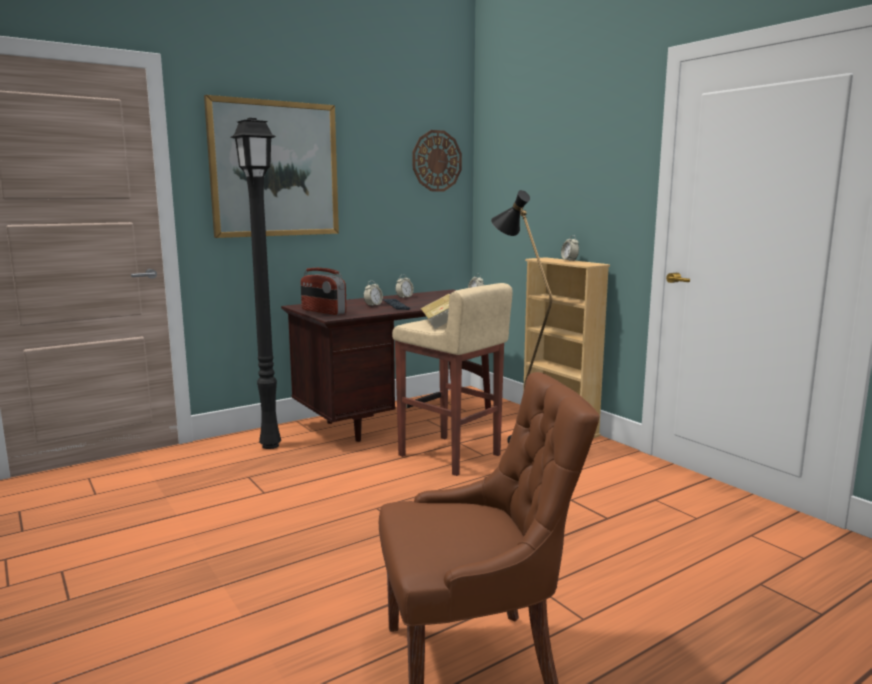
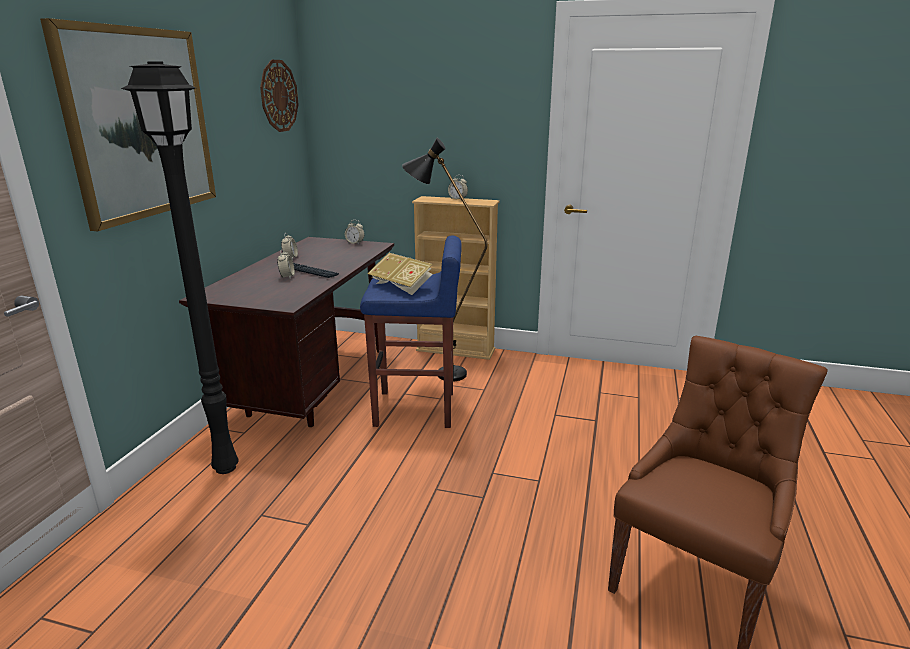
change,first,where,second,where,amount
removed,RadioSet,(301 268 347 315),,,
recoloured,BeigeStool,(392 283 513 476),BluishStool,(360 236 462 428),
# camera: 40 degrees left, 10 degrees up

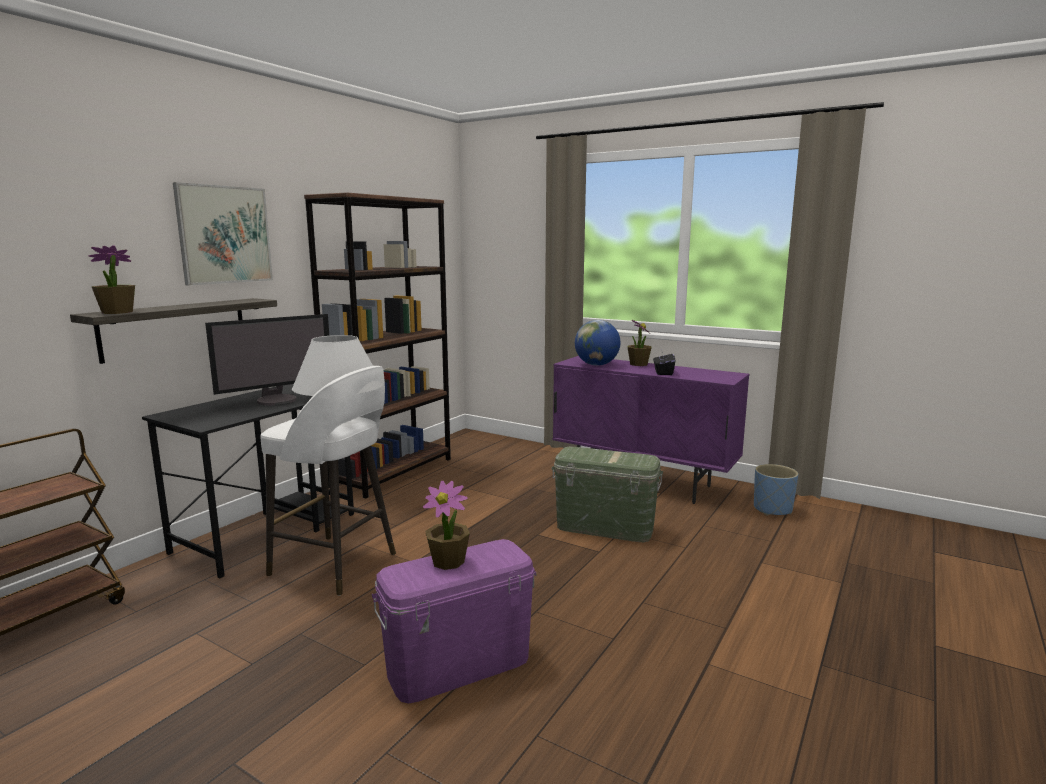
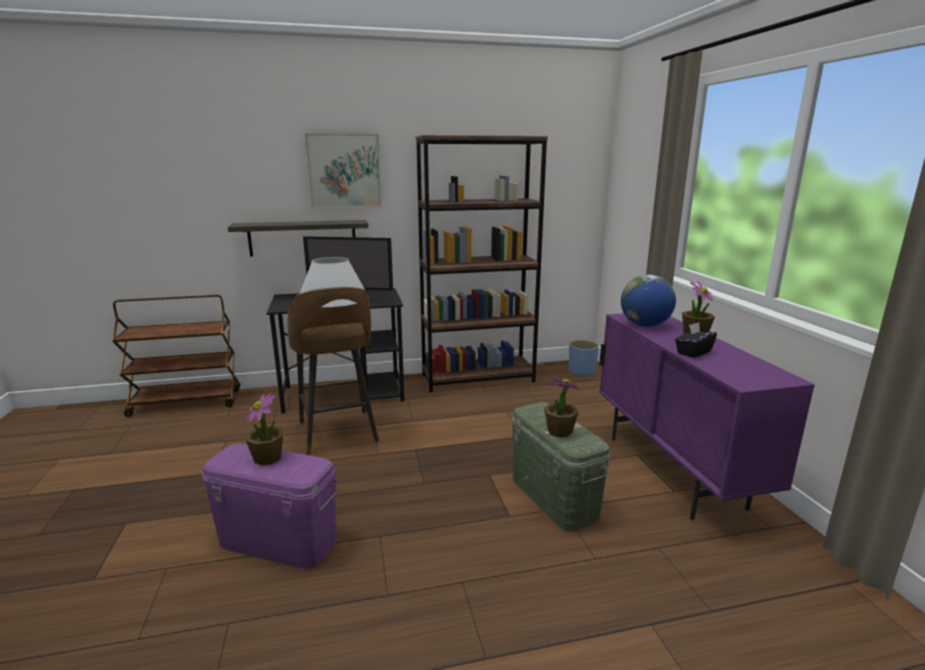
change,first,where,second,where,amount
moved,PlantInAPot,(89 245 135 314),,(544 379 580 437),
recoloured,WhiteStool,(261 366 396 596),BrownColouredStool,(288 287 379 455),
moved,BluishPlanter,(754 464 798 516),,(569 340 599 377),
# camera: 45 degrees right, 5 degrees up

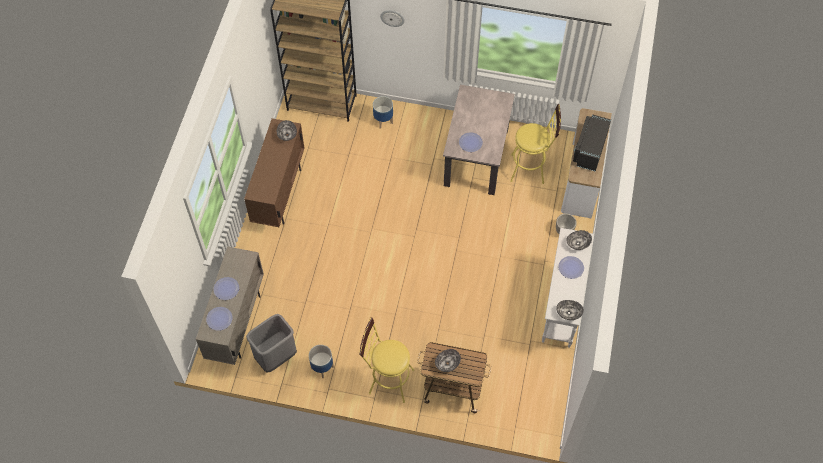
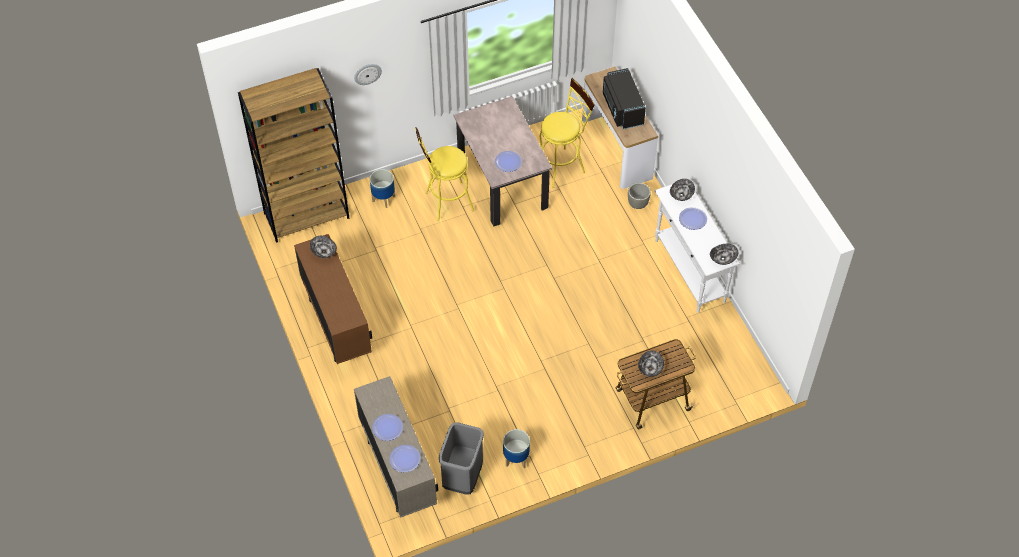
change,first,where,second,where,amount
moved,YellowishStool,(359 317 414 403),,(415 127 474 221),
# camera: 35 degrees left, 5 degrees down

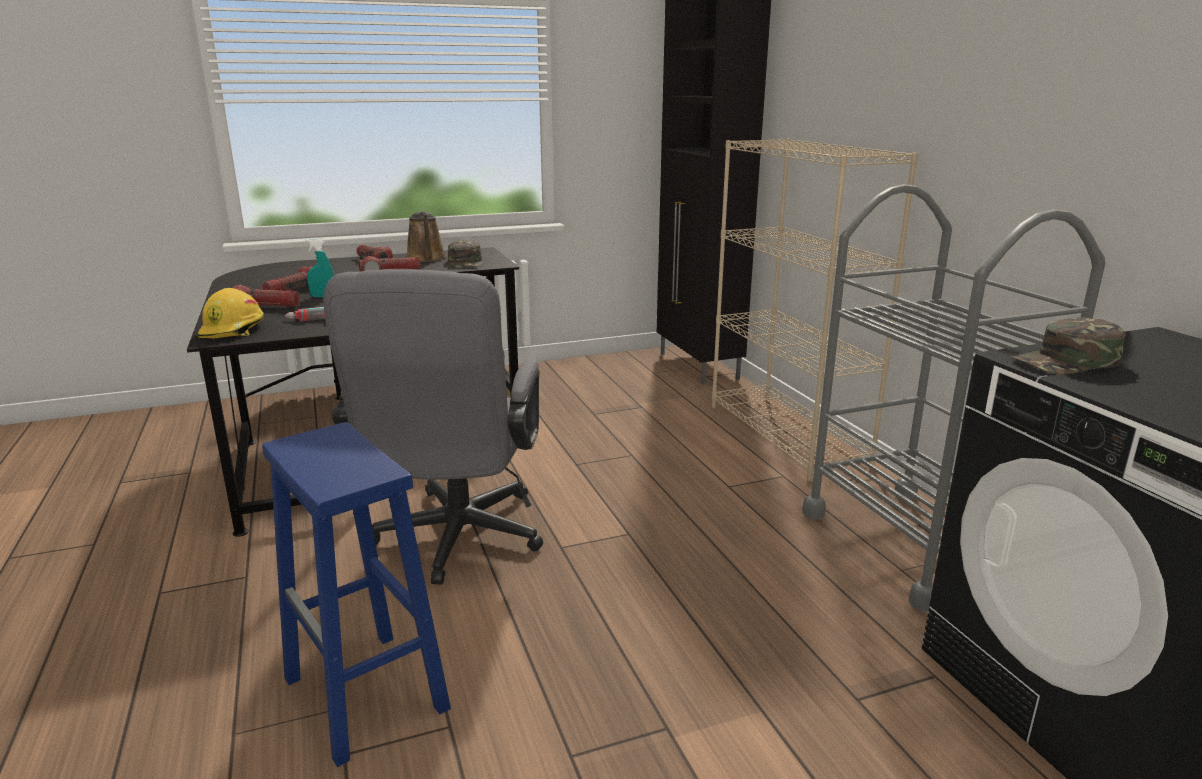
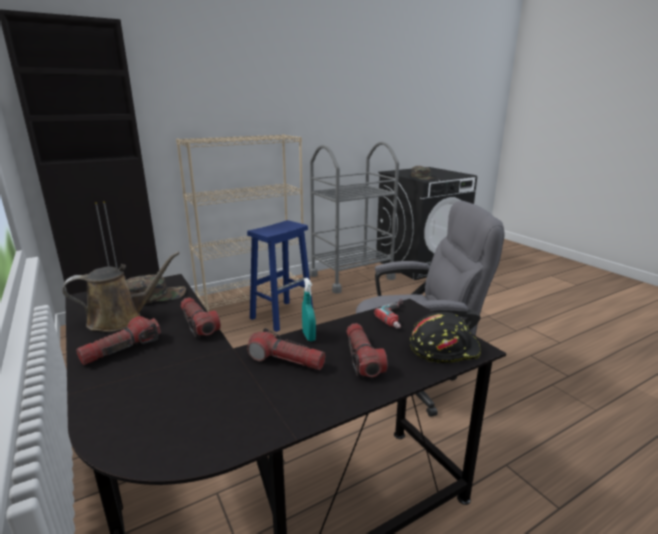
change,first,where,second,where,amount
recoloured,YellowishSafetyHelmet,(198 288 264 338),BlackSafetyHelmet,(410 312 480 363),
moved,BluishStool,(262 422 451 767),,(247 220 313 332),
# camera: 100 degrees left, 0 degrees up

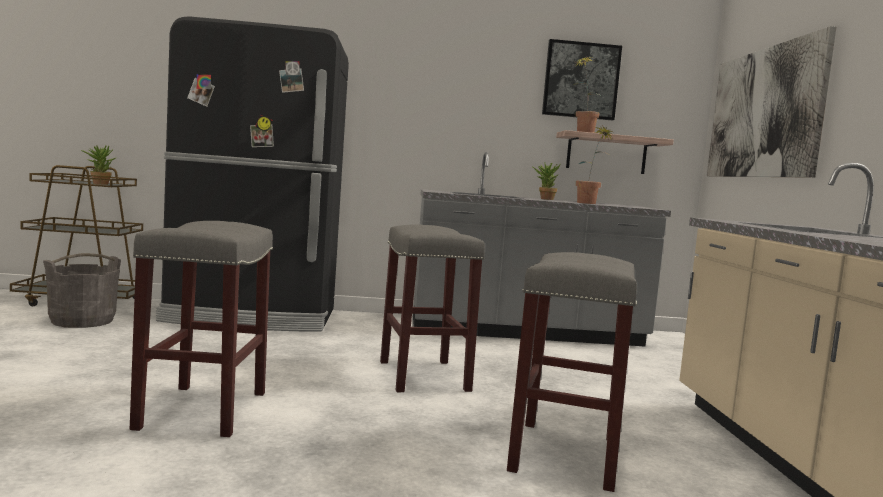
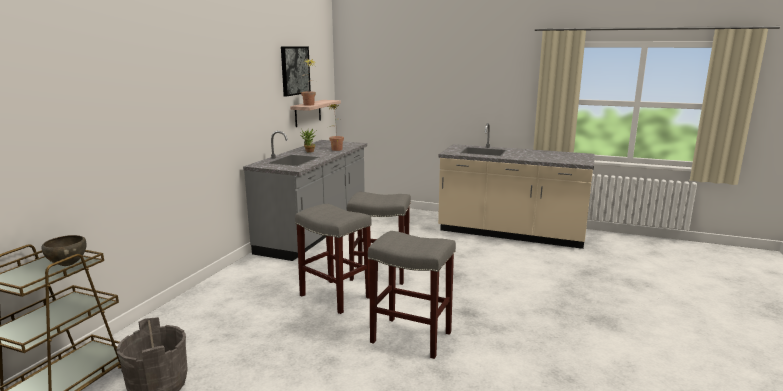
change,first,where,second,where,amount
removed,BlackKitchenFridge,(156 16 349 331),,,
removed,WallArt,(707 26 837 178),,,
replaced,PlantInAPot,(81 145 117 185),BrownColouredServingBowl,(42 235 87 266),
moved,GrayStool,(507 252 637 492),,(295 204 372 314),
# camera: 65 degrees left, 10 degrees up

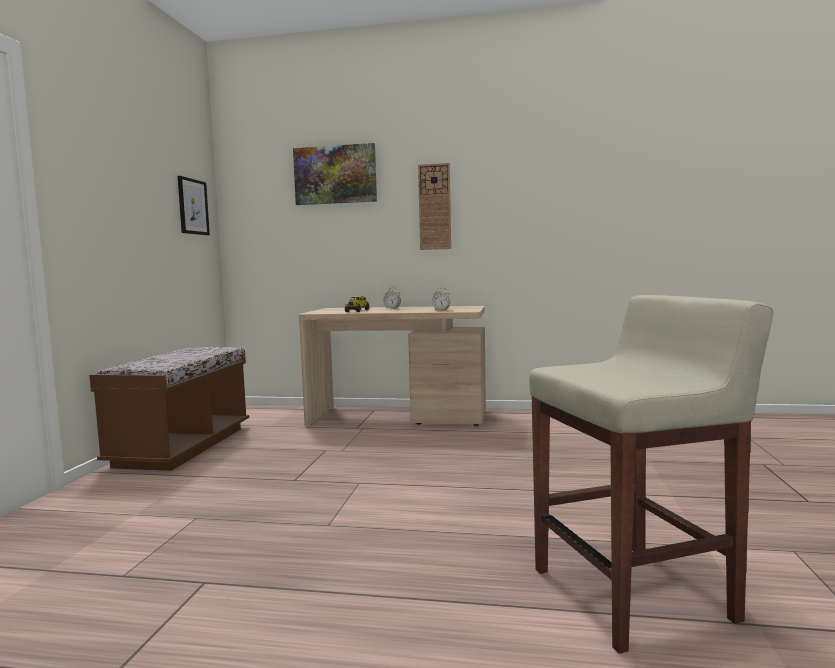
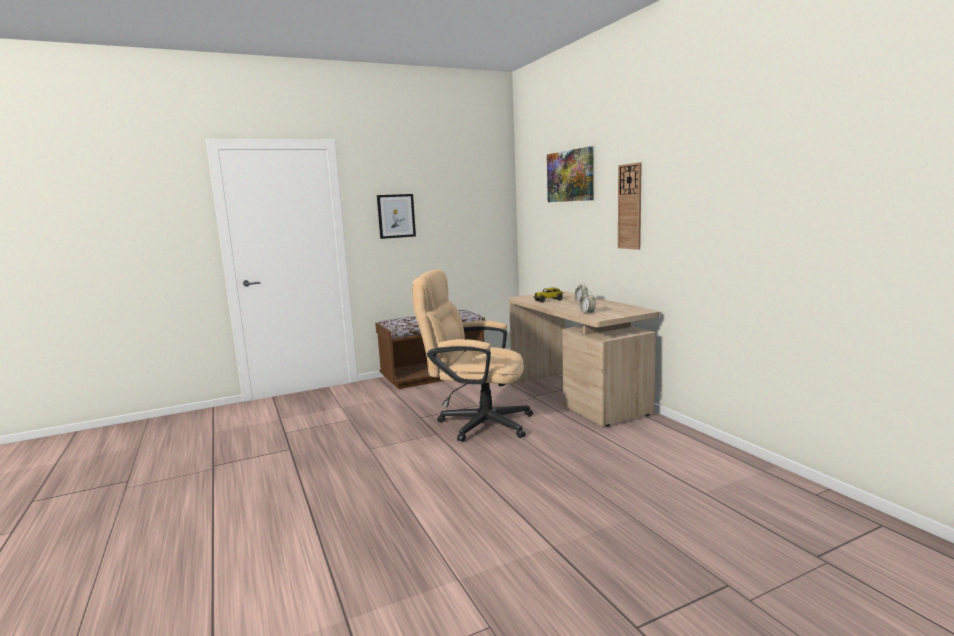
change,first,where,second,where,amount
moved,WallArt,(178 176 210 235),,(377 194 416 239),
removed,BeigeStool,(529 295 774 654),,,
added,,,BeigeComputerChair,(412 270 533 442),
# camera: 55 degrees right, 5 degrees up

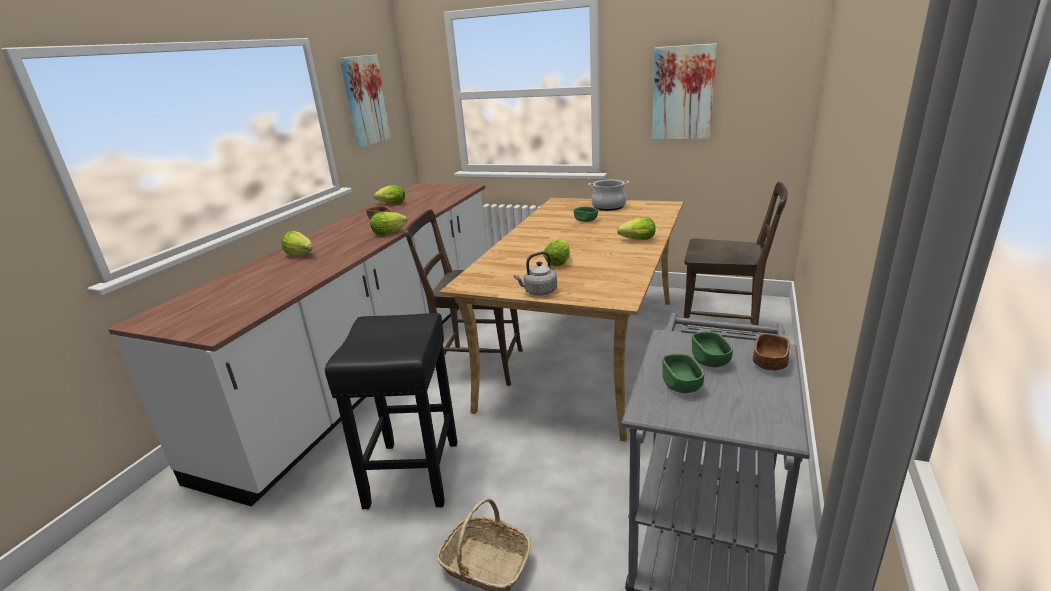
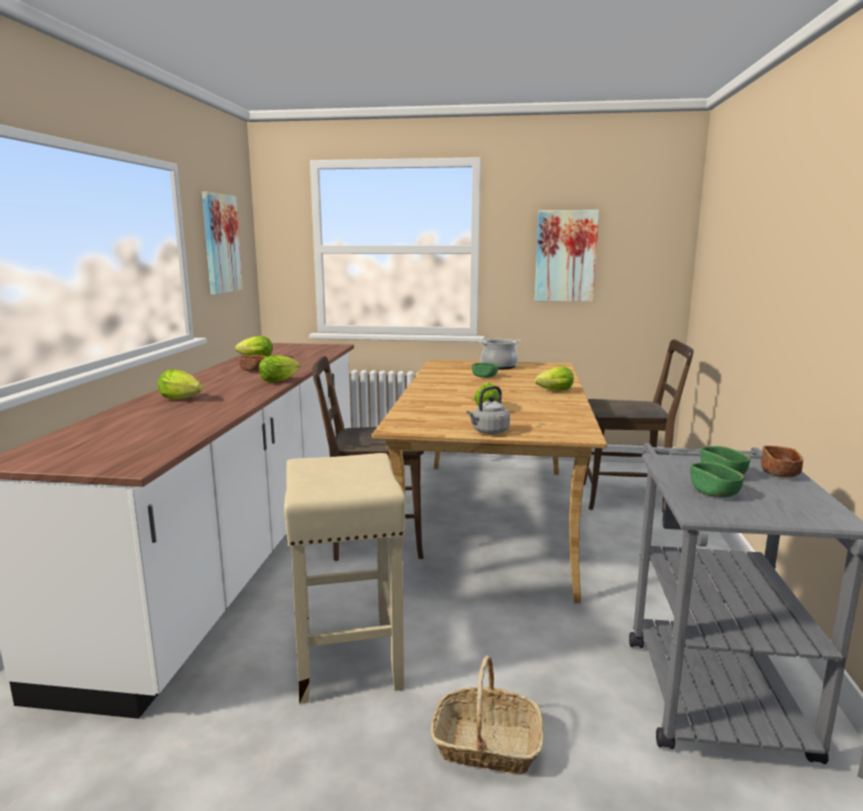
change,first,where,second,where,amount
recoloured,BlackStool,(325 313 457 509),BeigeStool,(284 453 405 704),
# camera: 15 degrees left, 10 degrees down

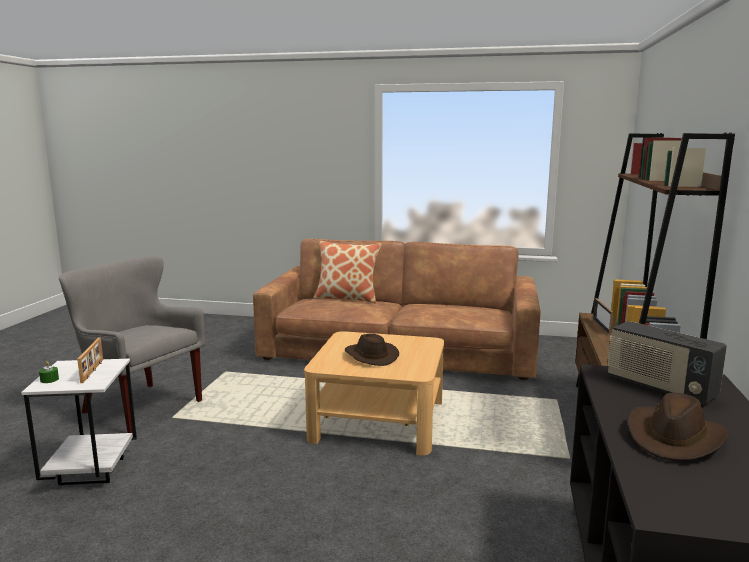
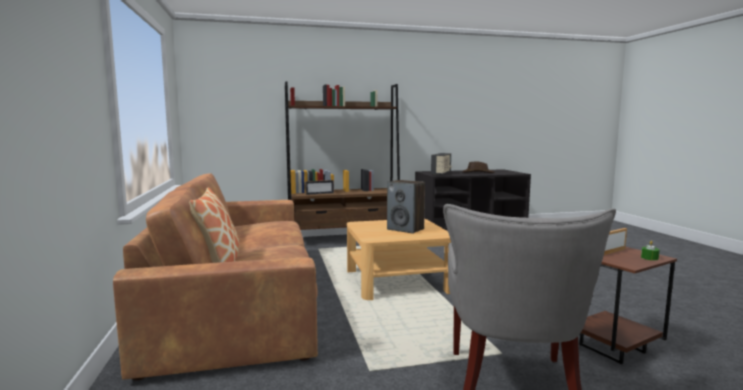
change,first,where,second,where,amount
replaced,BrownColouredWearableHat,(345 334 399 366),Loudspeaker,(387 180 425 234),
recoloured,WhiteEndTable,(21 359 137 485),BrownColouredEndTable,(579 247 677 364),
# camera: 115 degrees left, 5 degrees down

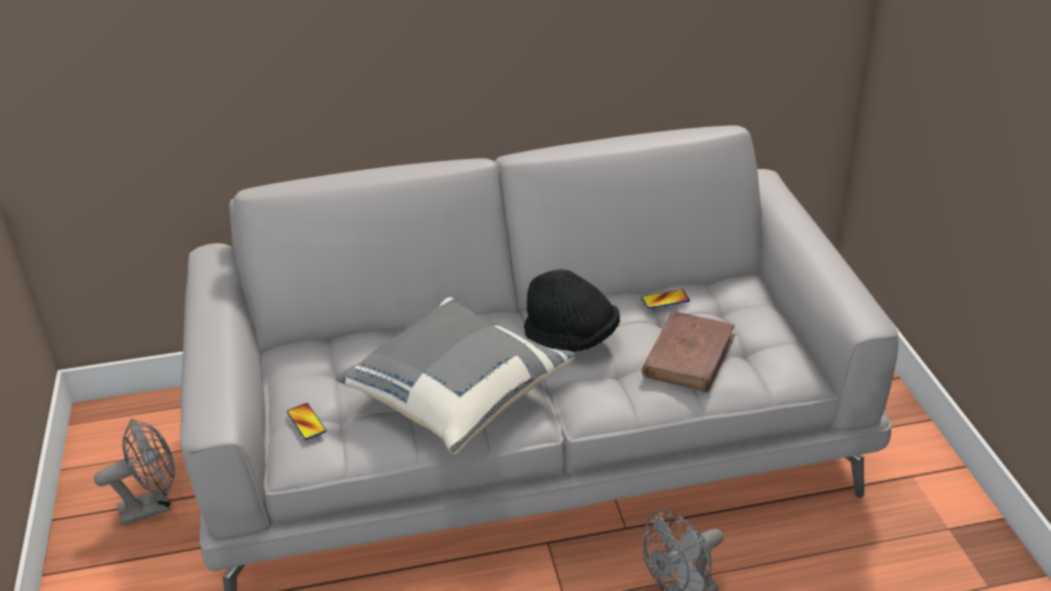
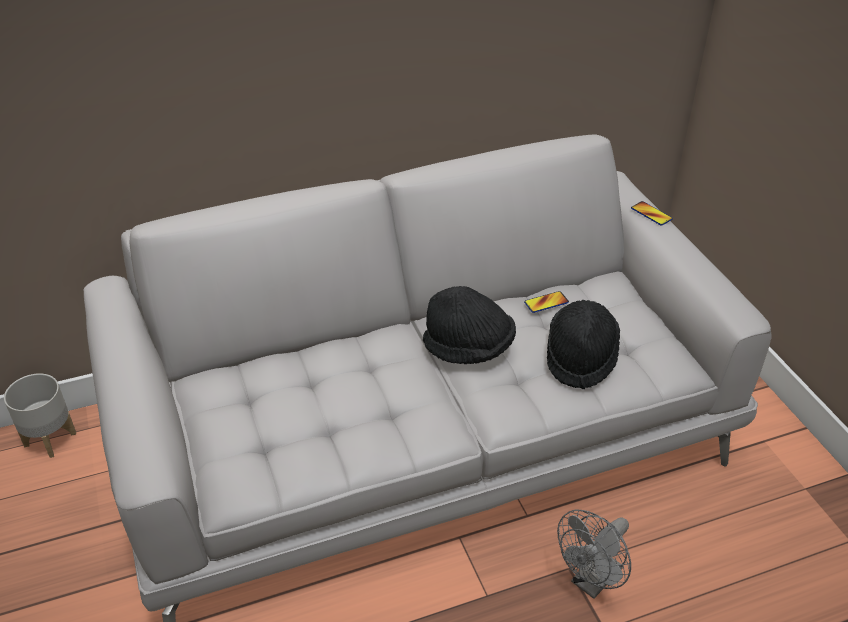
change,first,where,second,where,amount
removed,GrayCushion,(336 297 575 454),,,
replaced,BrownColouredVolume,(642 311 735 393),BlackWearableHat,(547 300 620 389),
moved,Phone,(287 403 326 440),,(631 201 673 226),
removed,GrayFan,(94 419 175 526),,,
added,,,GrayPlanter,(4 373 76 458),
# camera: 10 degrees left, 5 degrees up

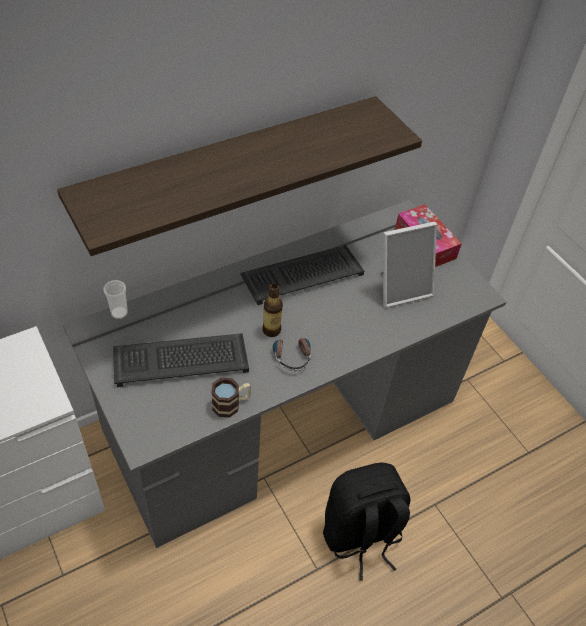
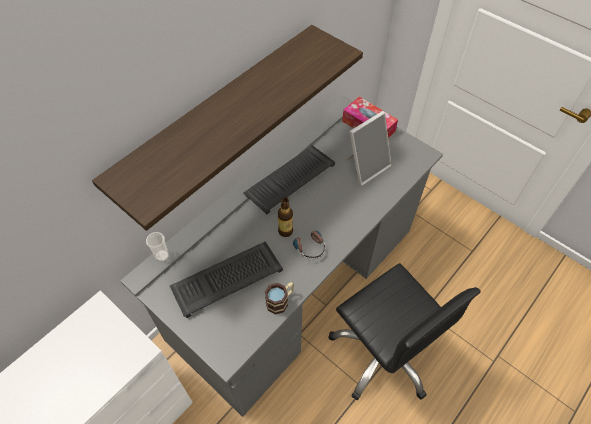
change,first,where,second,where,amount
replaced,BlackKnapsack,(323 463 410 581),BlackComputerChair,(328 263 481 400),
# camera: 15 degrees left, 5 degrees up

